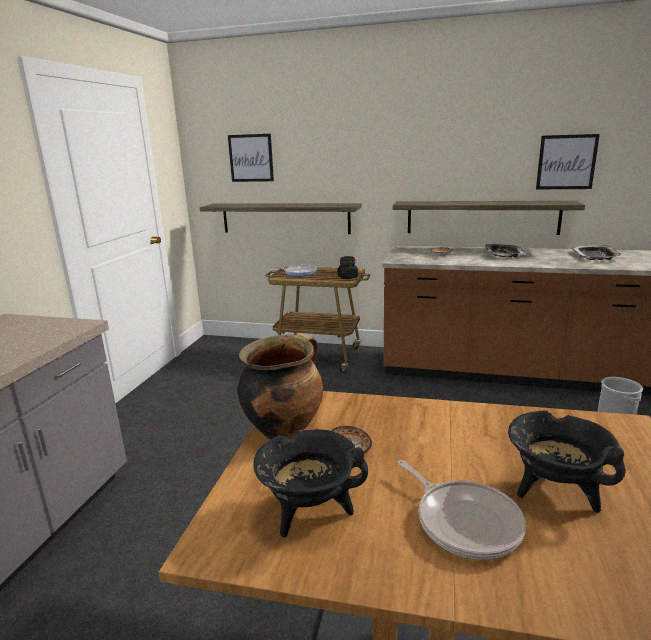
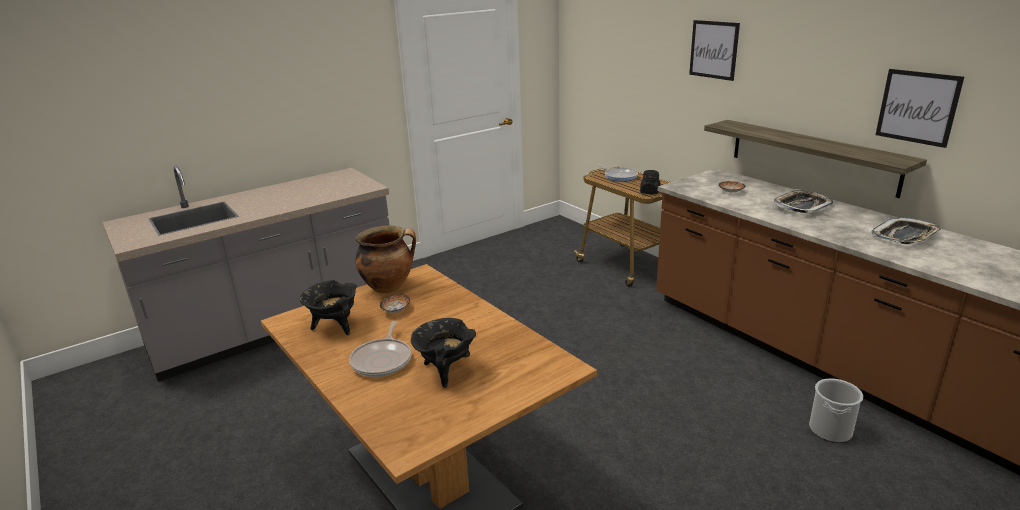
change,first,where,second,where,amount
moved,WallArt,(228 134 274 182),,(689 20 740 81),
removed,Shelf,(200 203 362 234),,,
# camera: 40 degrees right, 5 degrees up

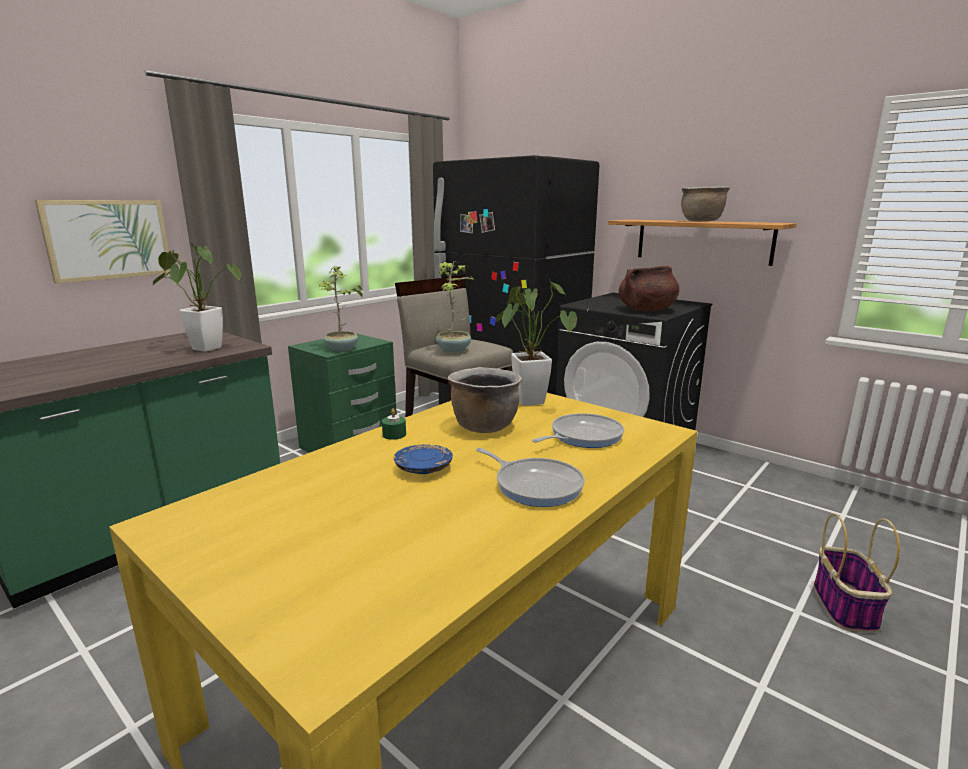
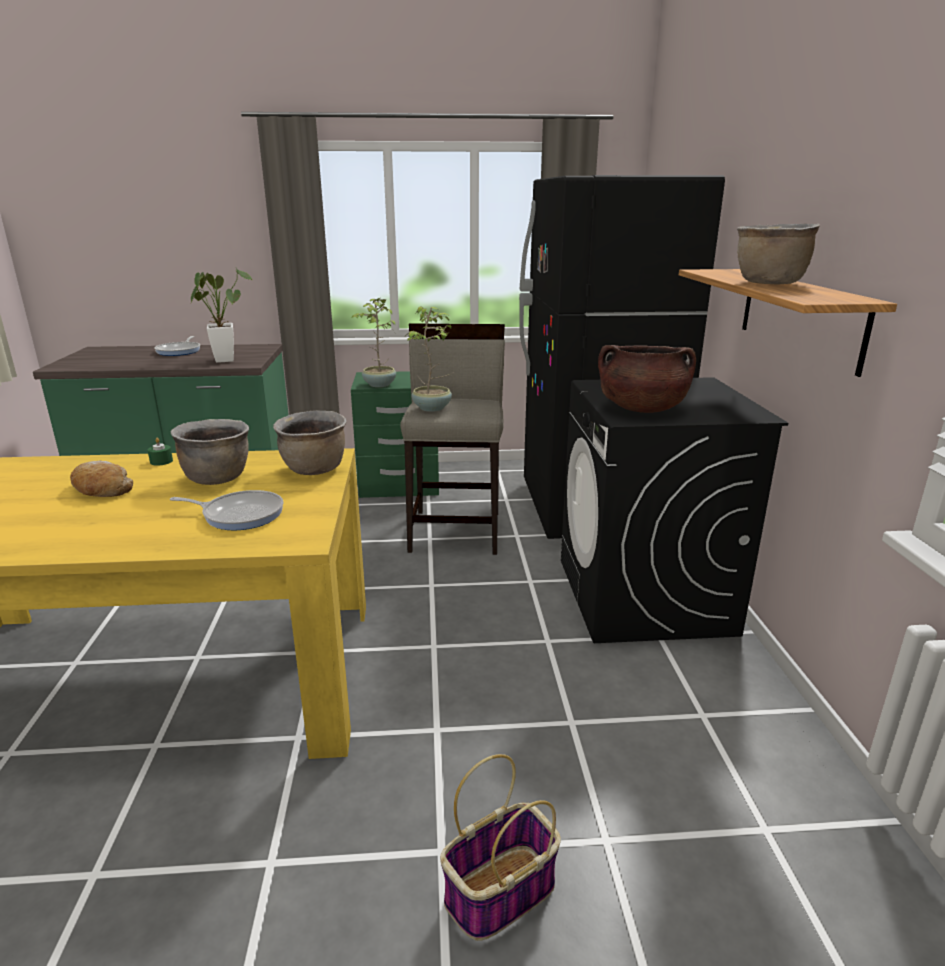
change,first,where,second,where,amount
removed,WallArt,(35 200 171 284),,,
replaced,PlantInAPot,(495 278 577 406),BrownColouredSaucepot,(273 410 346 475),
replaced,BluishPlate,(394 444 453 474),BakedBread,(70 461 133 497),
moved,FryingPan,(476 448 585 507),,(154 336 200 356),
# camera: 45 degrees right, 5 degrees up

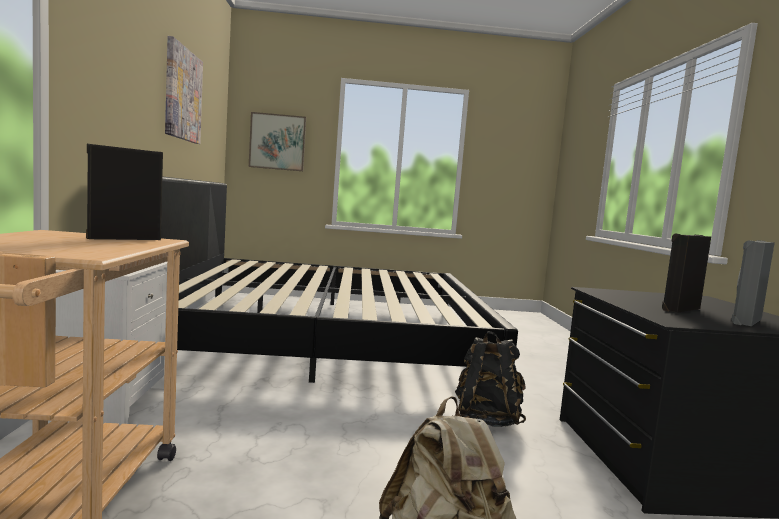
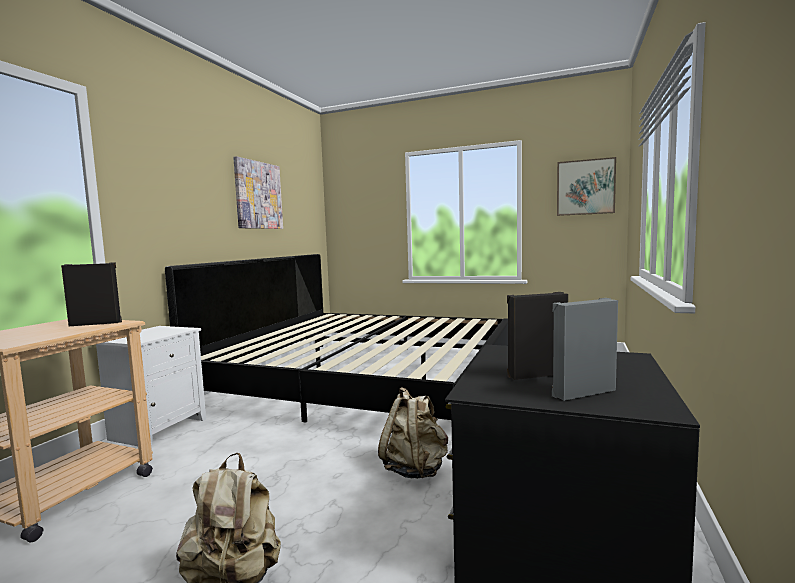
change,first,where,second,where,amount
moved,WallArt,(249 112 306 171),,(557 157 616 216),
recoloured,BlackKnapsack,(455 331 526 427),BeigeKnapsack,(378 387 448 479),
# camera: 25 degrees right, 0 degrees up

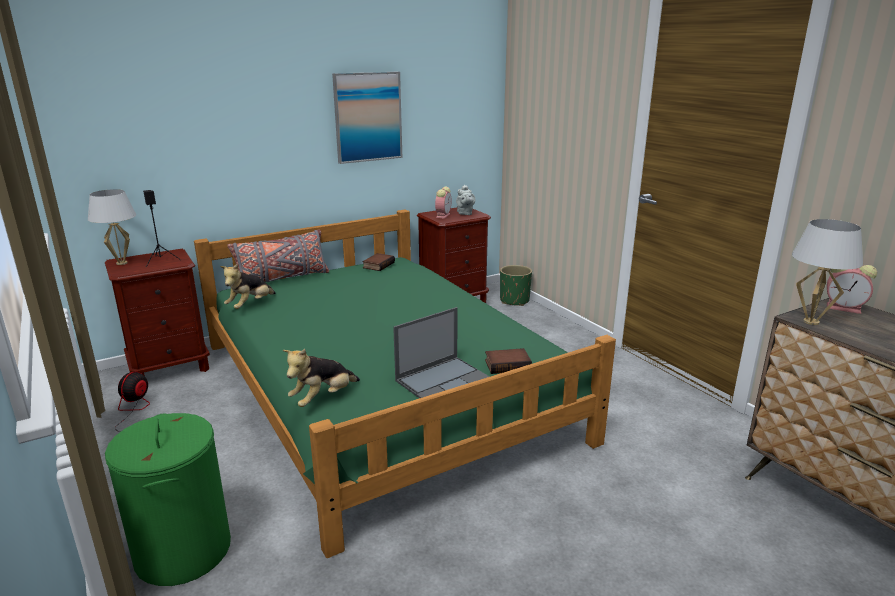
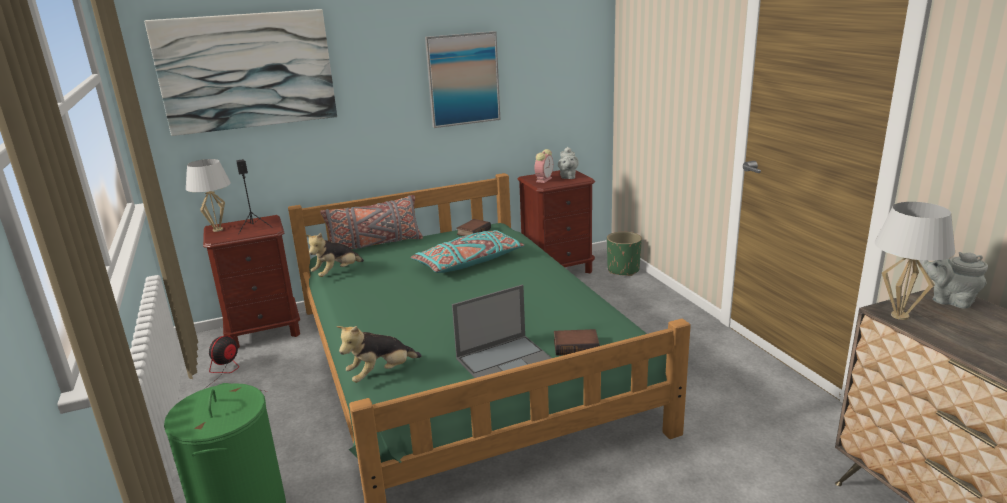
change,first,where,second,where,amount
replaced,AlarmClock,(827 265 877 314),GrayTeapot,(920 252 988 309),
added,,,WallArt,(144 9 337 136),
added,,,TurquoiseColouredCushion,(411 230 525 273),
# camera: 10 degrees right, 0 degrees up

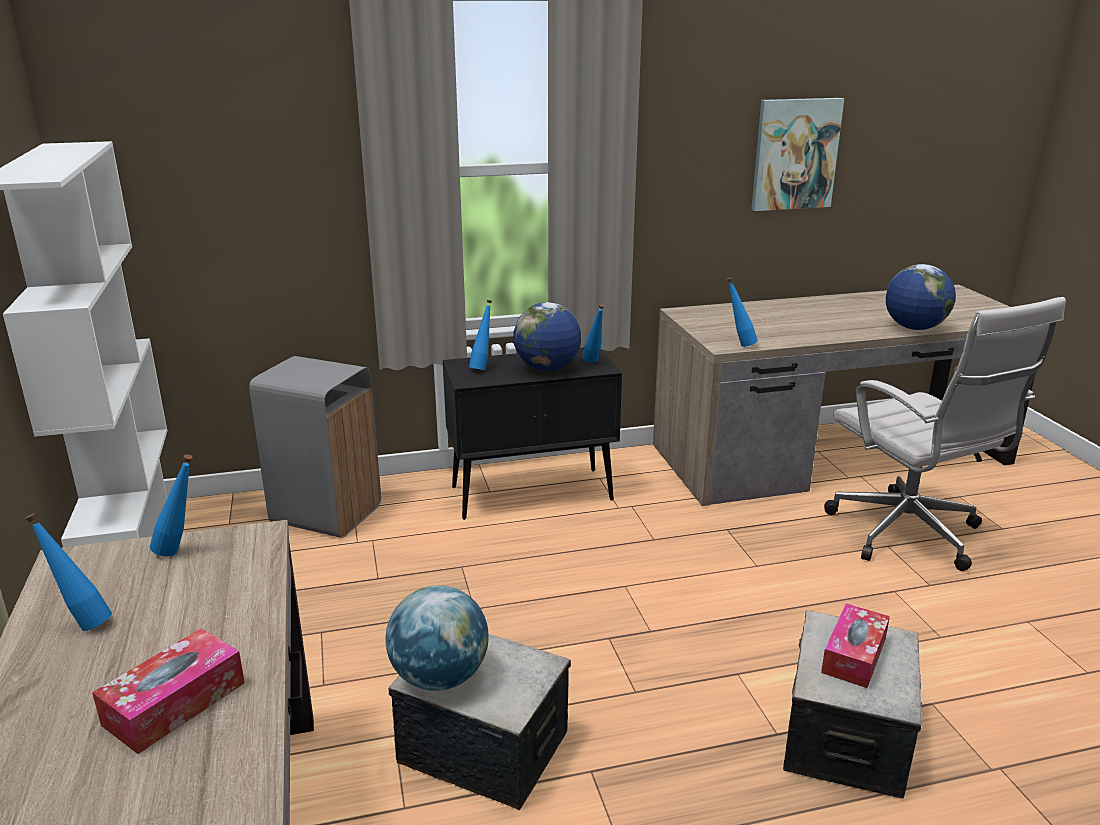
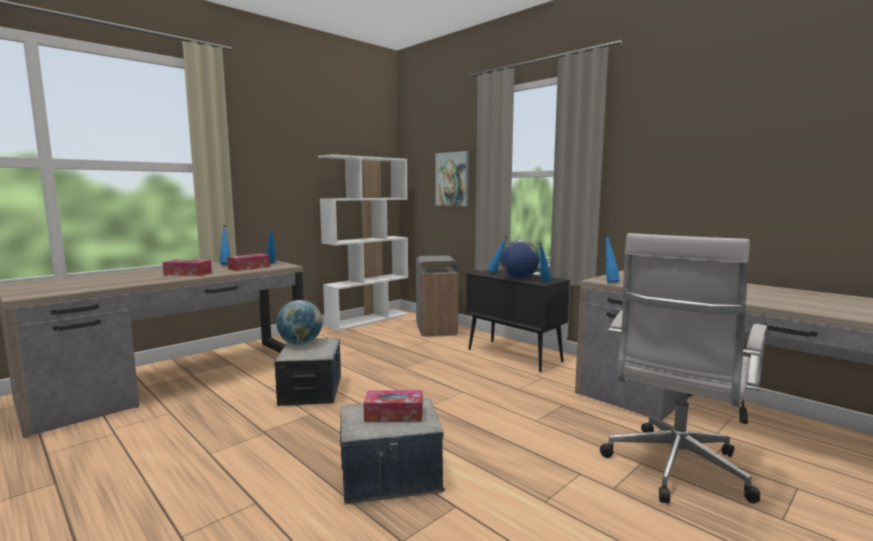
change,first,where,second,where,amount
moved,WallArt,(751 98 844 211),,(435 151 469 206),
removed,WorldGlobe,(886 264 956 330),,,
added,,,TissueHolder,(227 254 270 271),
# camera: 60 degrees right, 15 degrees down

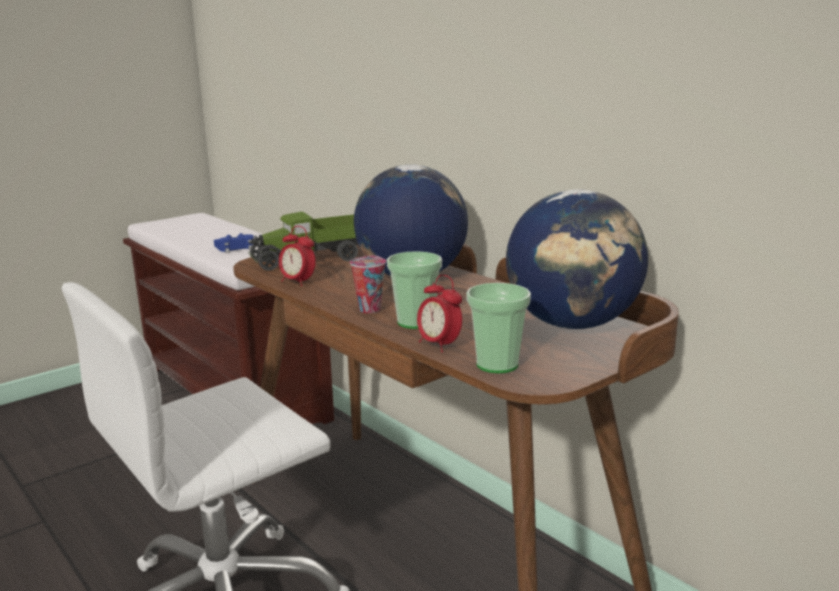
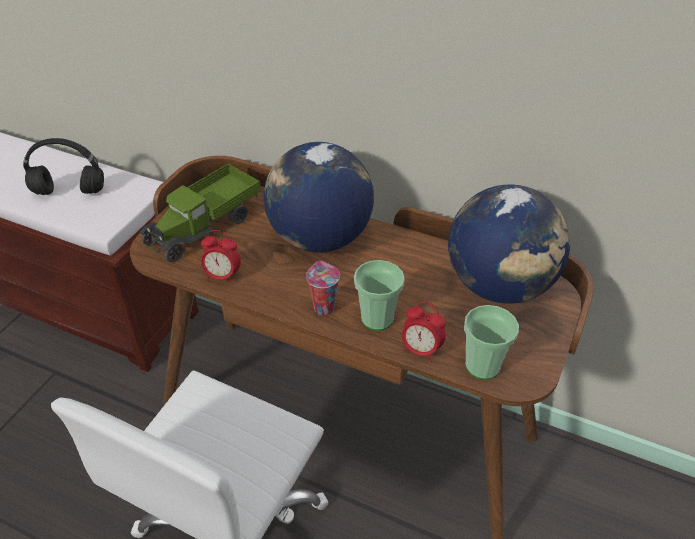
change,first,where,second,where,amount
replaced,BluishGameController,(214 233 254 253),BlackHeadset,(23 138 104 195),
# camera: 25 degrees left, 25 degrees up

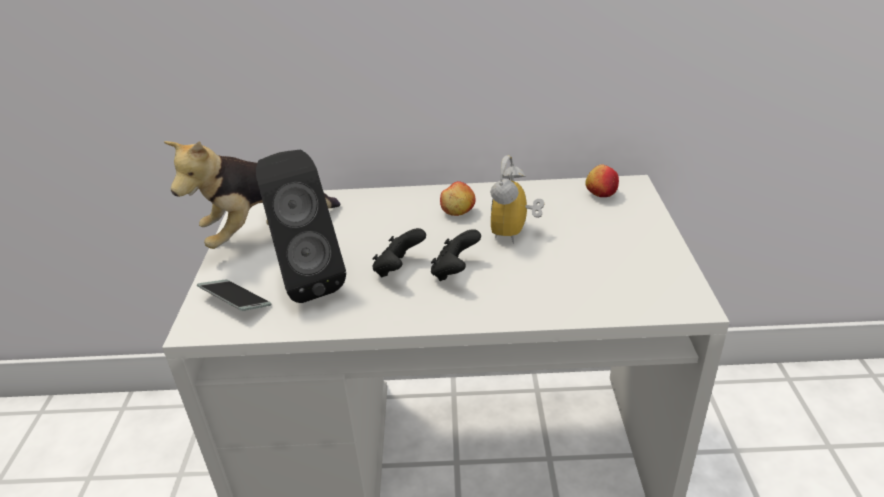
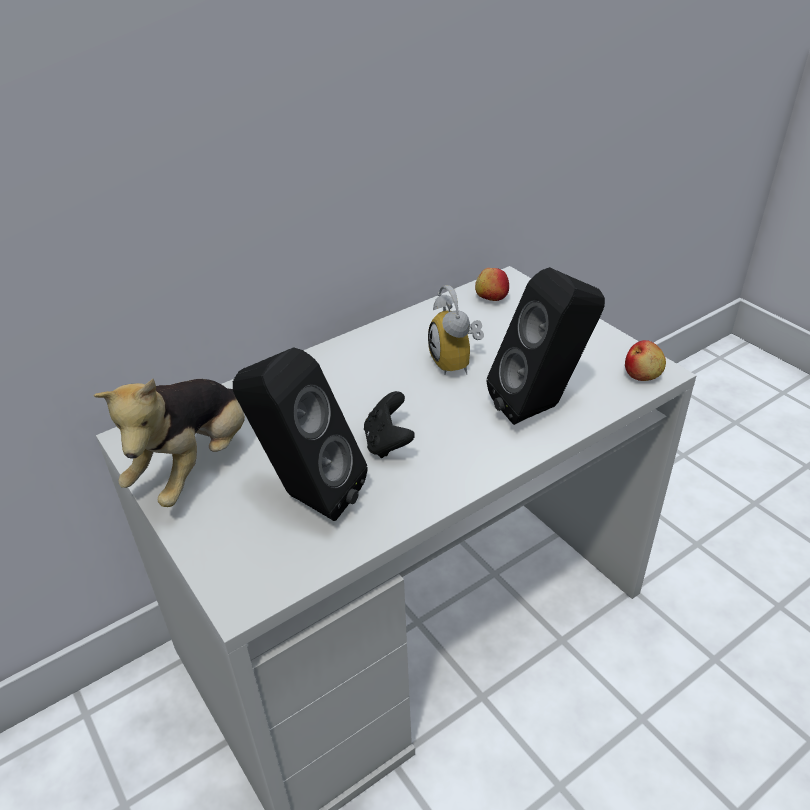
change,first,where,second,where,amount
moved,Apple,(440 181 476 216),,(625 340 666 381),
removed,BlackGameController,(431 229 481 281),,,
removed,Phone,(197 279 272 311),,,
added,,,BlackLoudspeaker,(486 267 605 425),
# camera: 35 degrees left, 5 degrees up

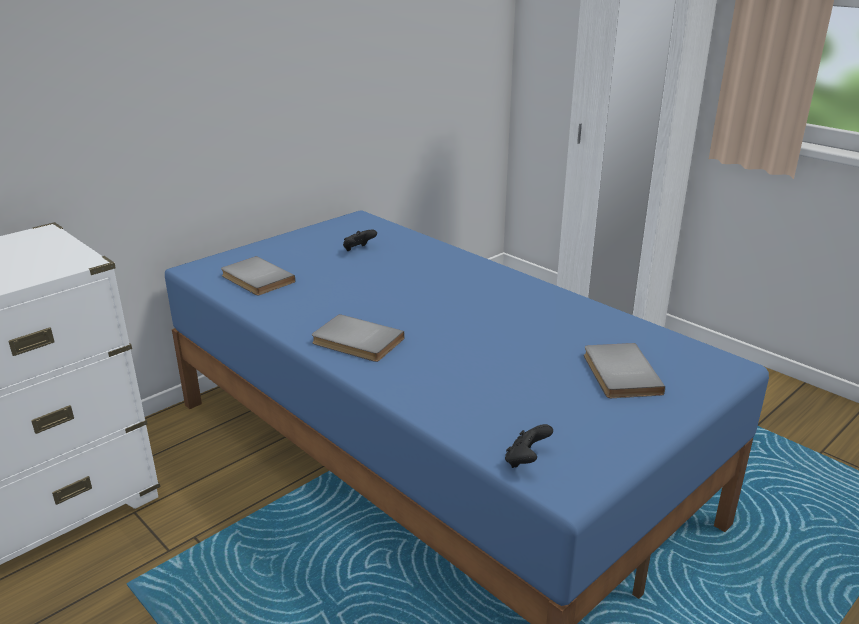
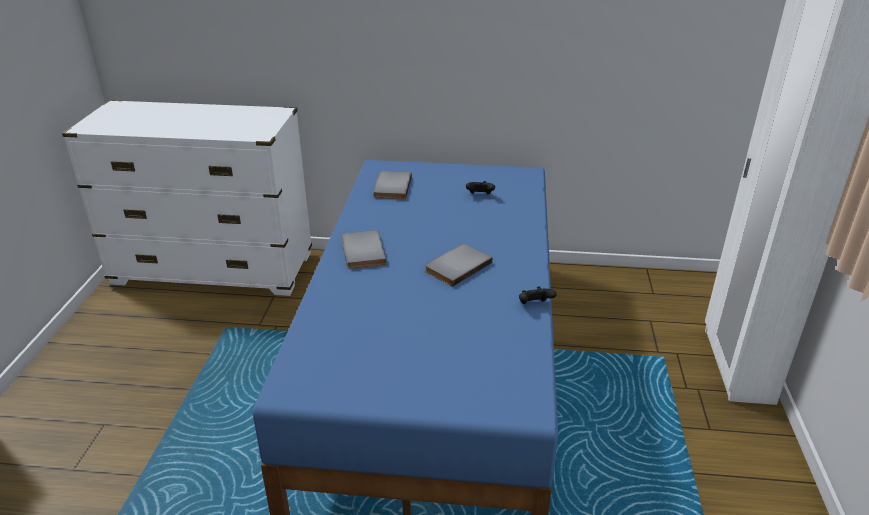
change,first,where,second,where,amount
moved,GrayVolume,(584 343 665 398),,(425 244 493 287),
moved,BlackGameController,(505 424 553 468),,(519 286 557 304),
# camera: 50 degrees right, 5 degrees up

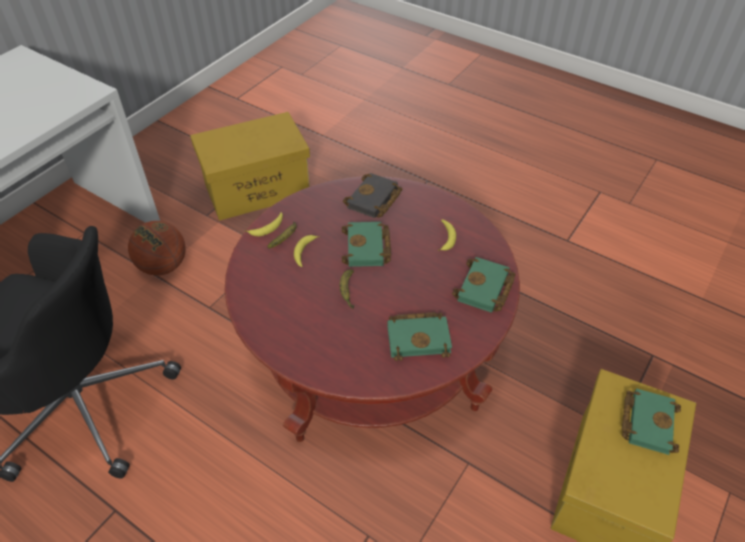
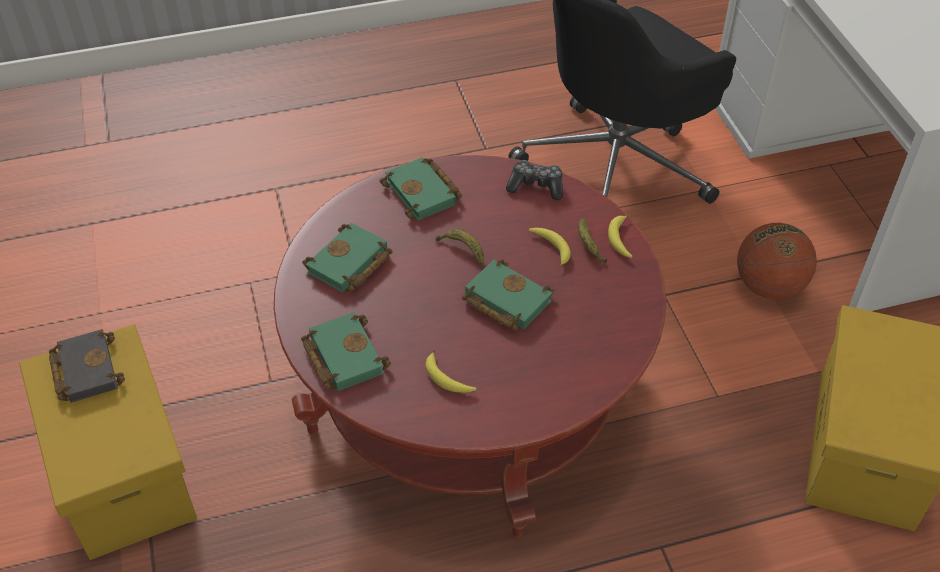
change,first,where,second,where,amount
moved,BlackVolume,(343 173 403 218),,(49 329 125 403),
moved,GreenColouredVolume,(622 389 681 455),,(380 157 462 221),
added,,,GameController,(506 160 563 200),
# camera: 130 degrees right, 0 degrees up

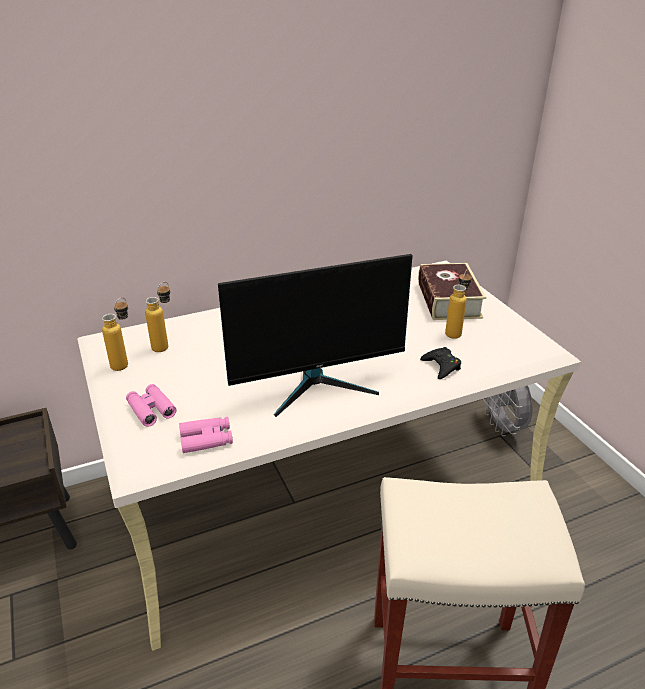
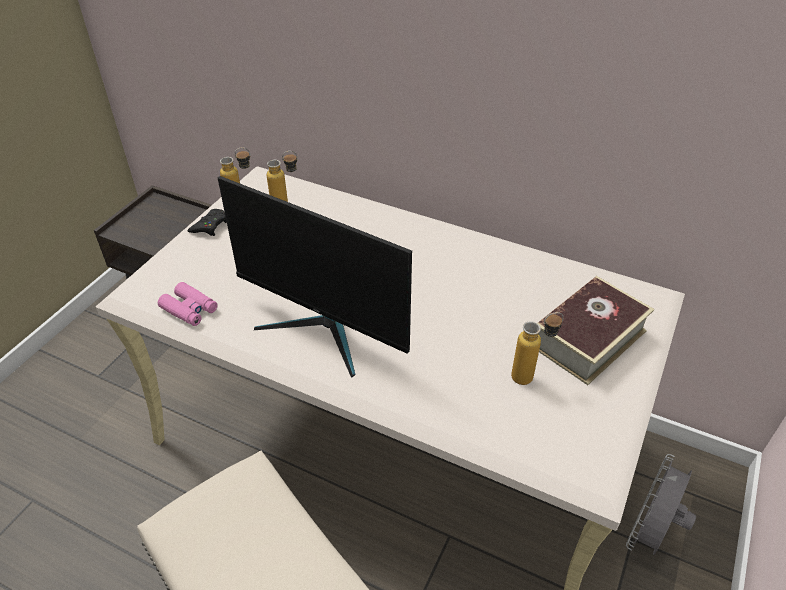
change,first,where,second,where,amount
moved,BlackGameController,(420 347 461 379),,(188 209 227 236),
removed,PinkColouredPairOfBinoculars,(126 384 177 427),,,
# camera: 50 degrees right, 10 degrees up

